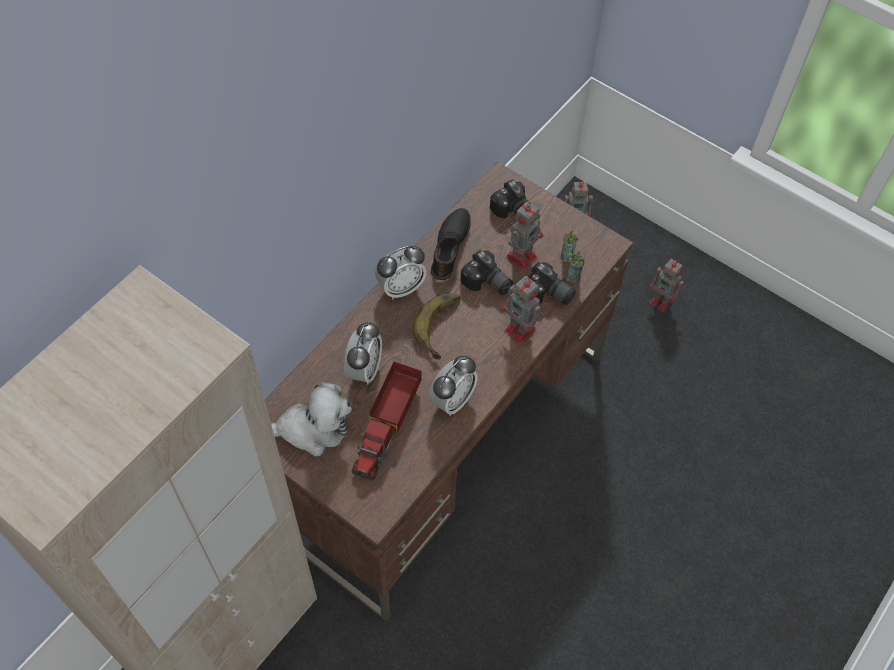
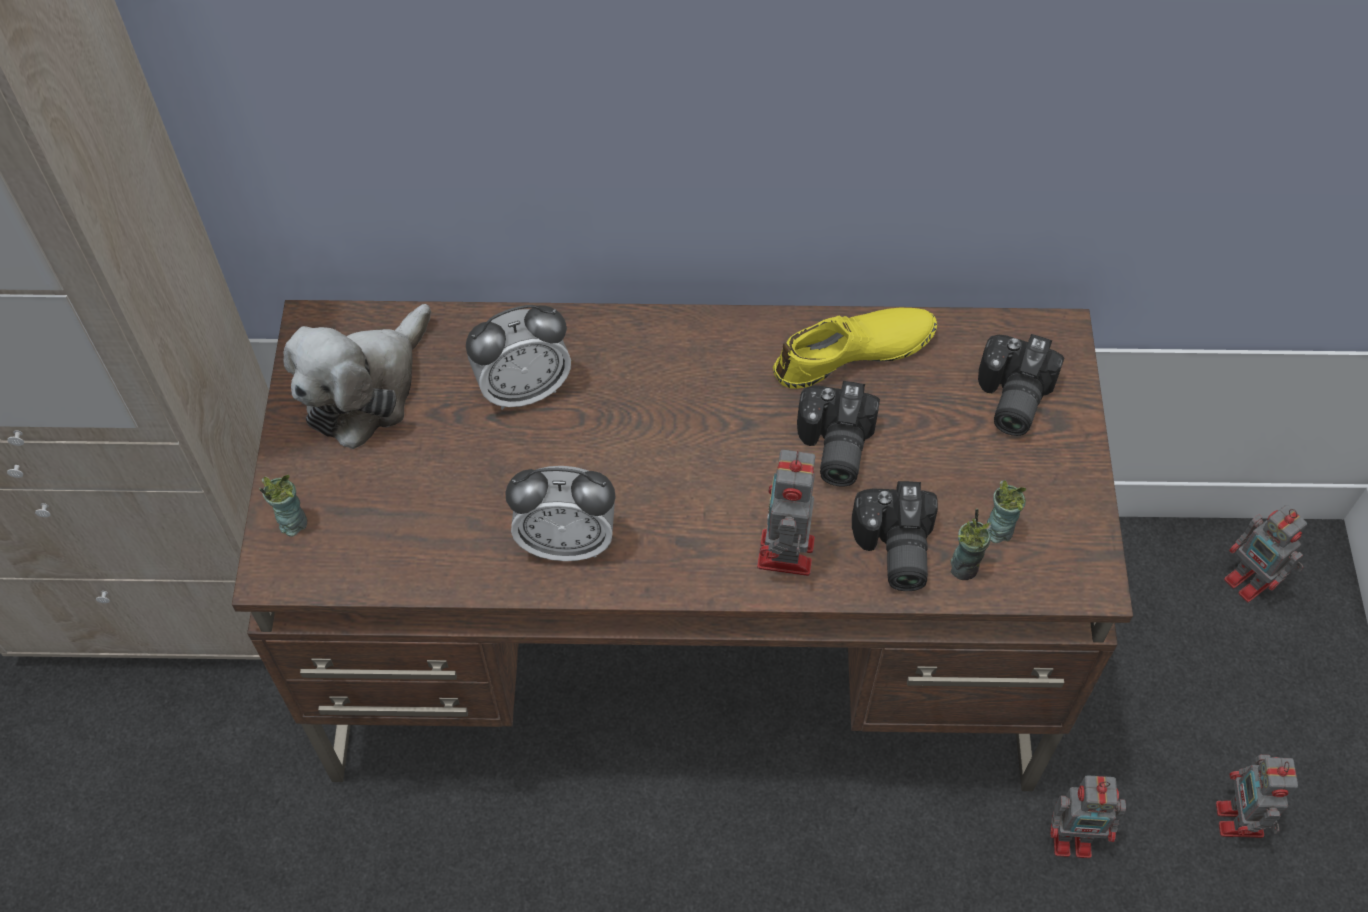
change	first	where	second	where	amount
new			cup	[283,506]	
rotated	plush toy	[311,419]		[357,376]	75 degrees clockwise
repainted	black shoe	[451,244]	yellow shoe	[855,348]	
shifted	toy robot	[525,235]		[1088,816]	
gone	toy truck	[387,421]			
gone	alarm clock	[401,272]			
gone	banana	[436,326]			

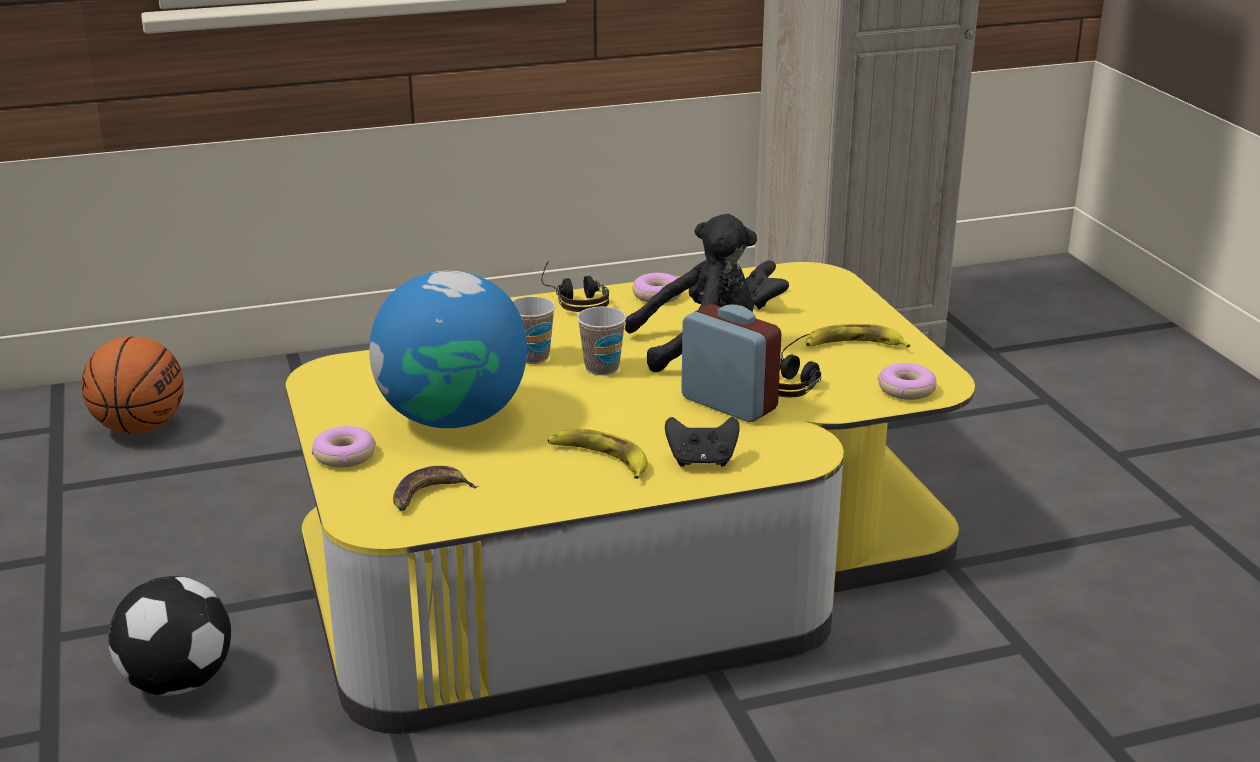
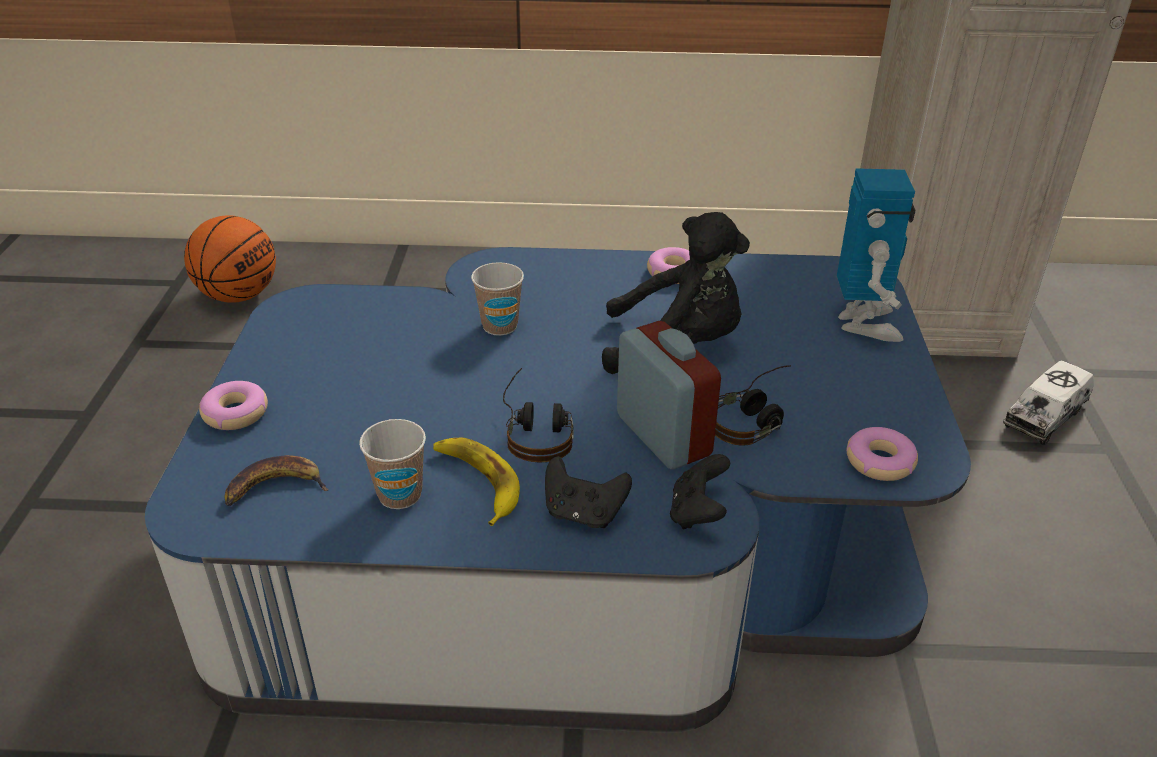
change	first	where	second	where	amount
repainted	yellow coffee table	[630,498]	blue coffee table	[558,490]	
shifted	cup	[601,341]		[392,464]	
shifted	headphones	[575,286]		[538,415]	
shifted	black game controller	[767,285]		[700,491]	
new			toy robot	[876,255]	
new			toy truck	[1048,402]	
gone	football	[169,636]			
gone	globe	[448,349]			
gone	banana	[858,336]			

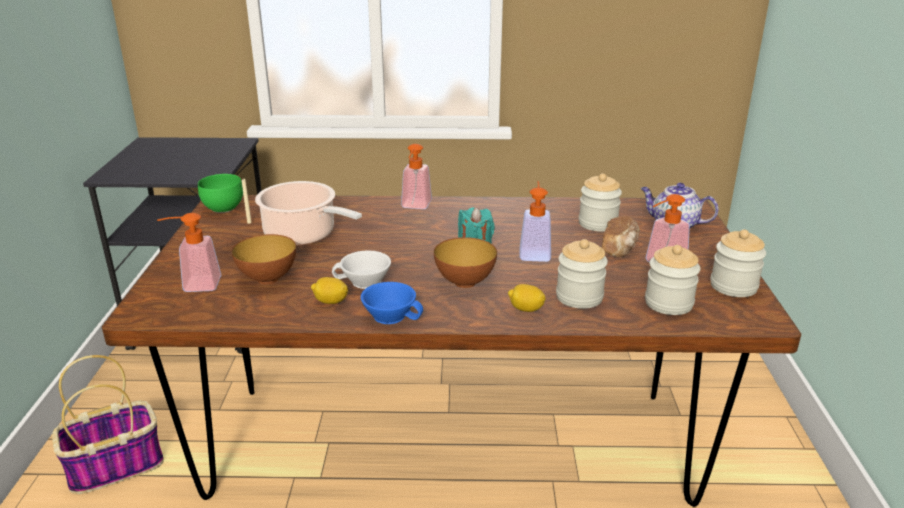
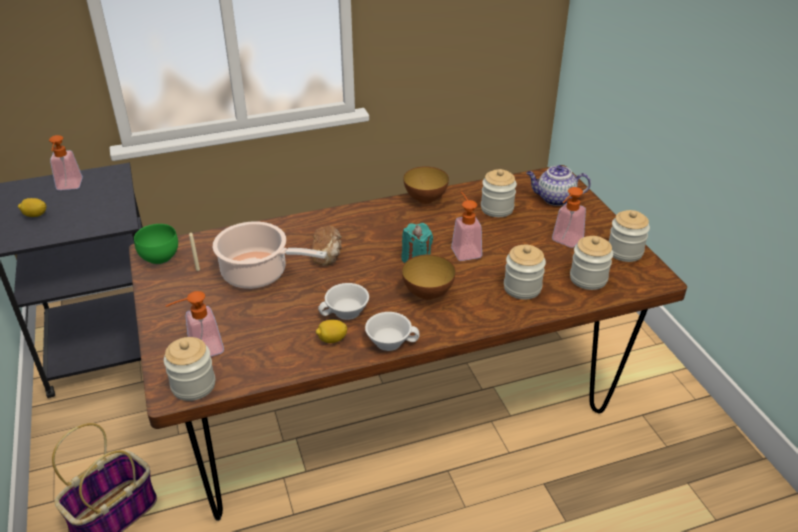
change	first	where	second	where	amount
shifted	lemon	[527,298]		[32,207]	
shifted	soap dispenser	[416,176]		[66,162]	
new			jar	[189,369]	
shifted	bread	[621,236]		[327,246]	
repainted	blue cup	[392,303]	white cup	[392,331]	
shifted	bowl	[264,259]		[426,185]	

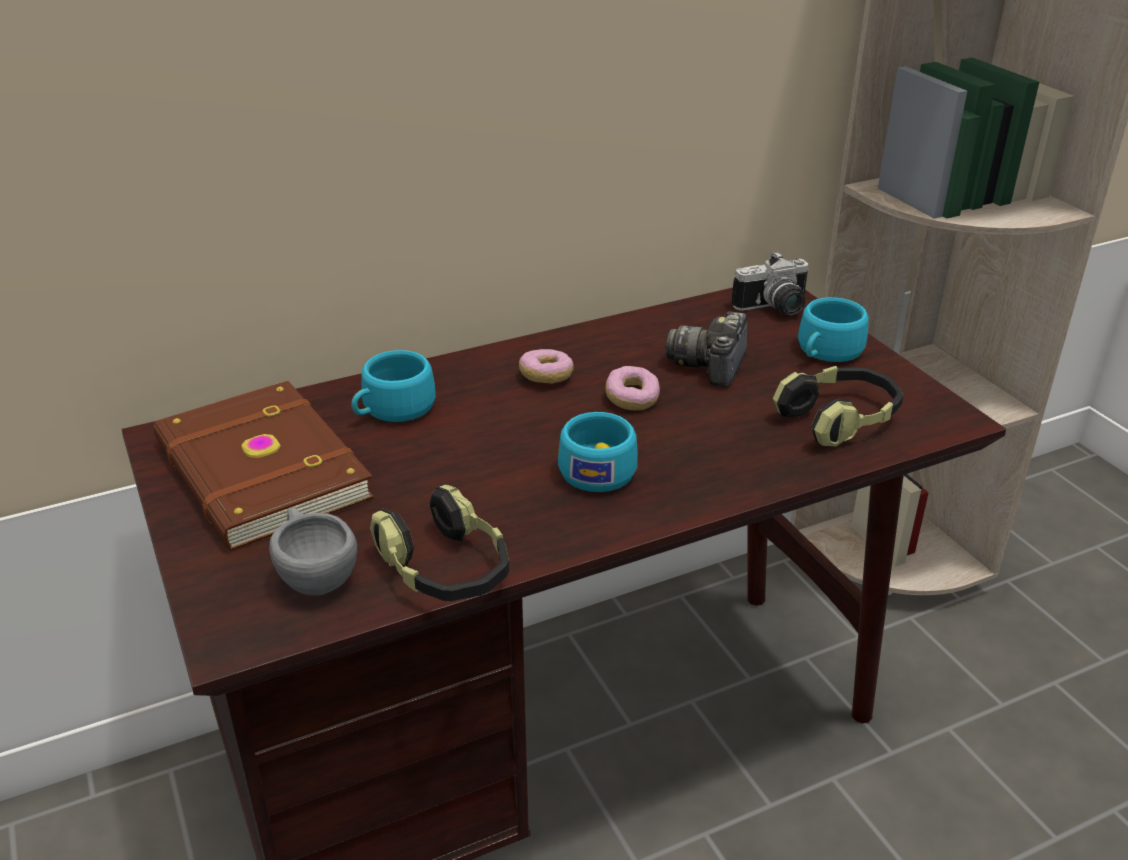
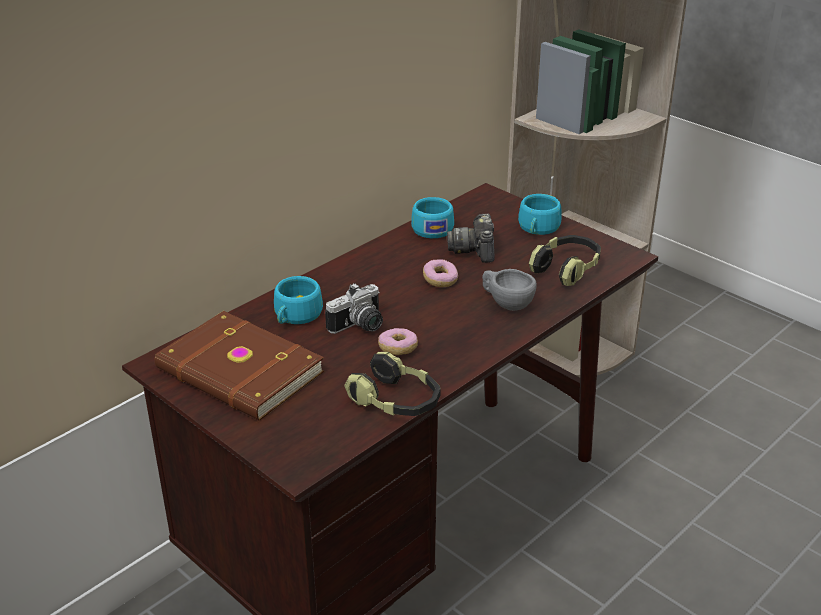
change	first	where	second	where	amount
shifted	photo camera	[770,283]		[354,308]	
shifted	donut	[546,366]		[398,341]	
shifted	turquoise cup	[598,452]		[432,217]	
shifted	grey cup	[313,551]		[509,290]	

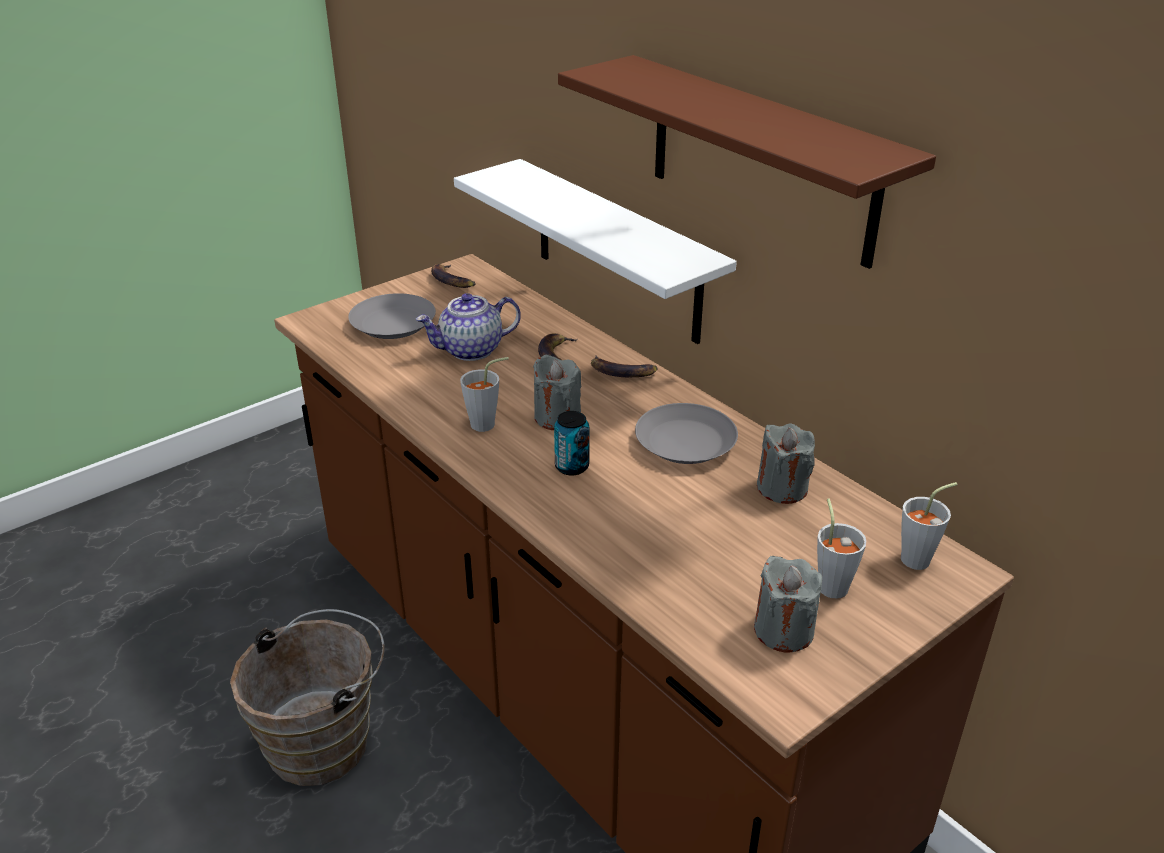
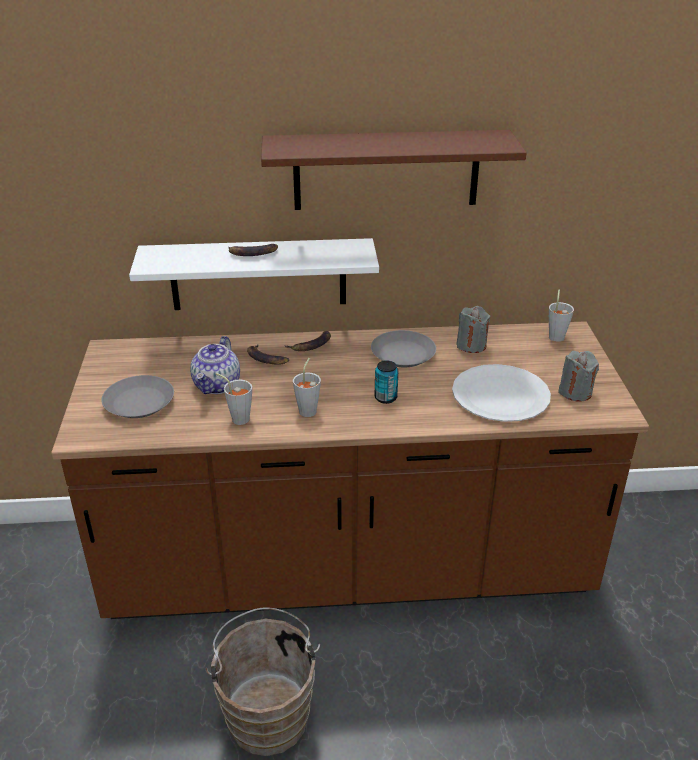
change	first	where	second	where	amount
shifted	grey cup	[842,548]		[234,399]	
shifted	banana	[453,276]		[253,250]	
new			white plate	[501,393]	
gone	grey candle	[557,392]			

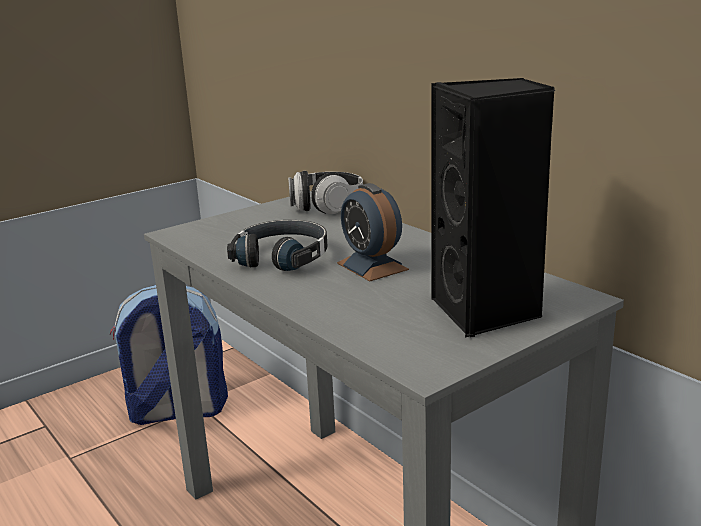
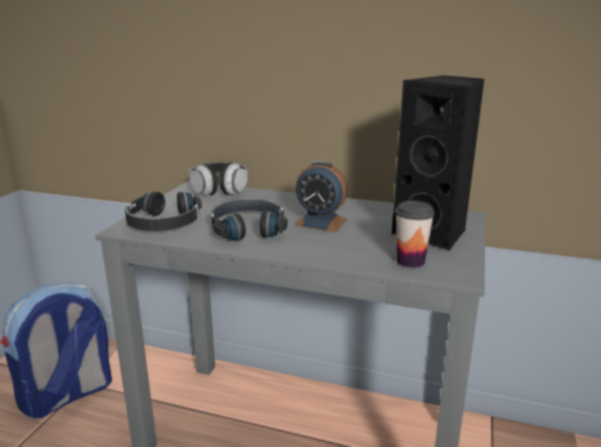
change	first	where	second	where	amount
new			black headphones	[163,211]	
new			cup	[415,234]	

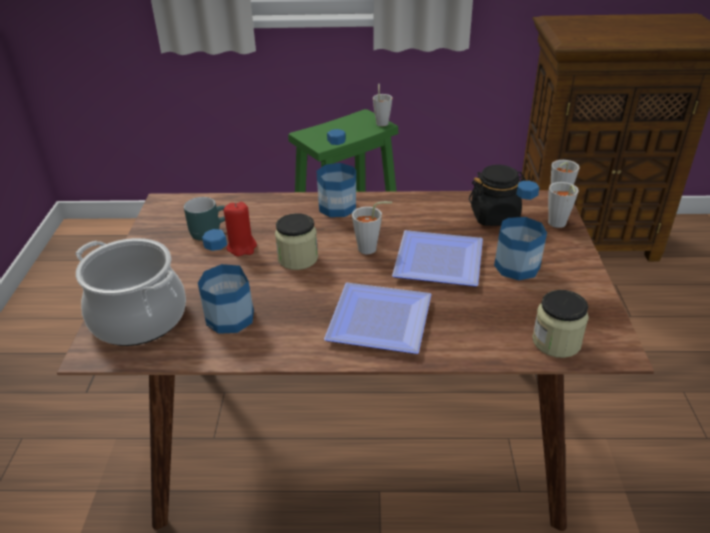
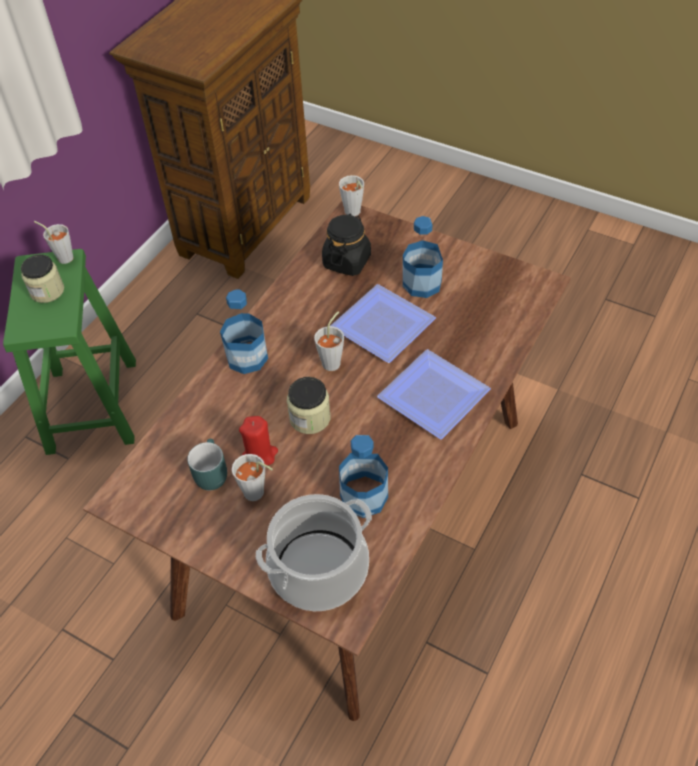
change	first	where	second	where	amount
shifted	jar	[560,324]		[42,278]	
shifted	grey cup	[563,205]		[252,477]	

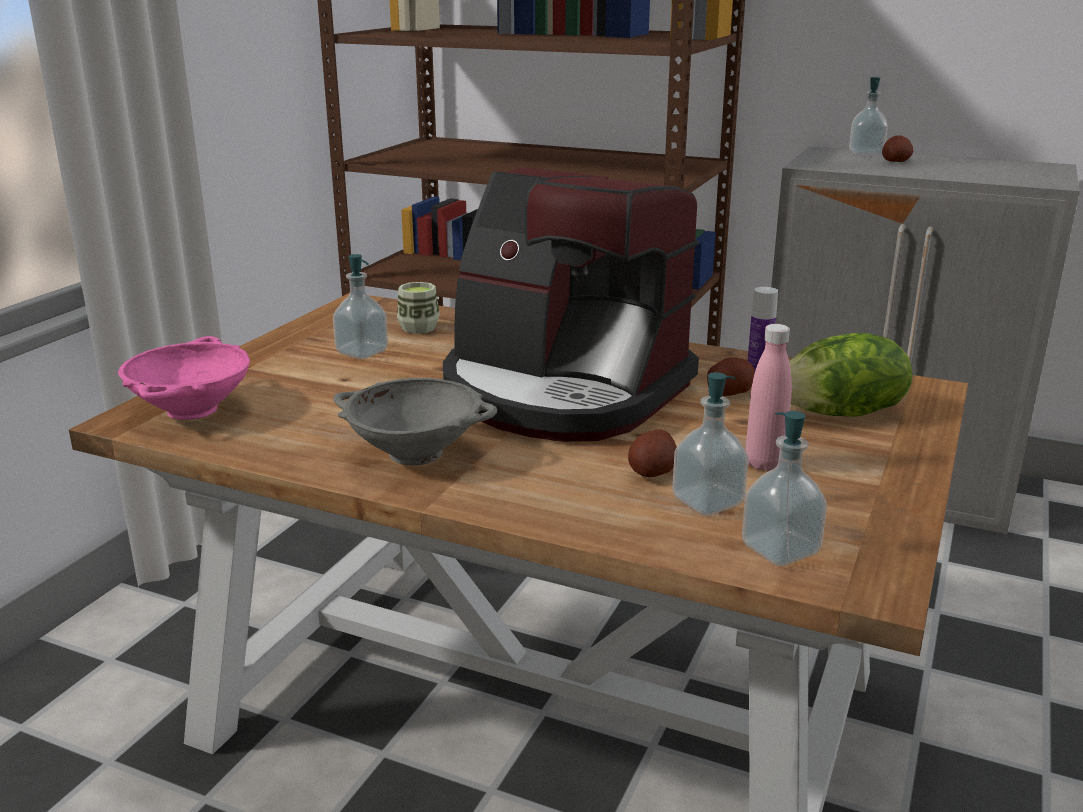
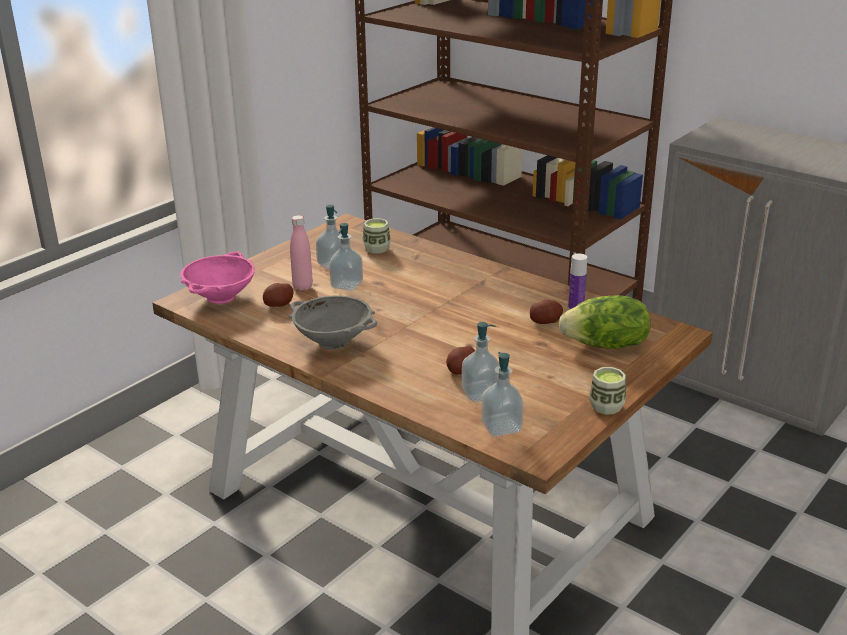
change	first	where	second	where	amount
shifted	potato	[897,148]		[278,295]	
shifted	pink bottle	[768,397]		[301,253]	
shifted	soap dispenser	[868,116]		[346,257]	
new			cup	[607,391]	
gone	coffee machine	[571,304]			

